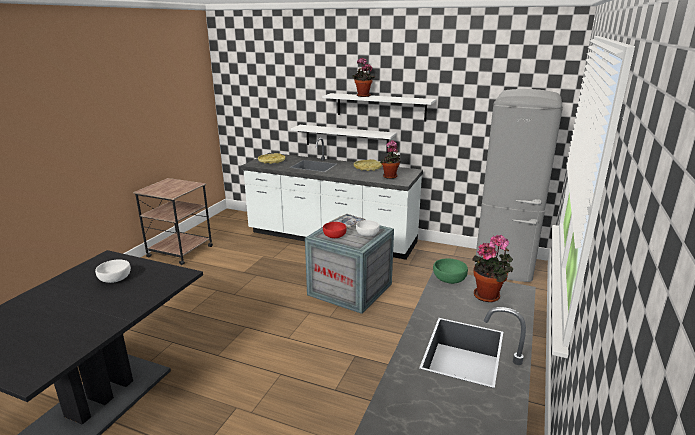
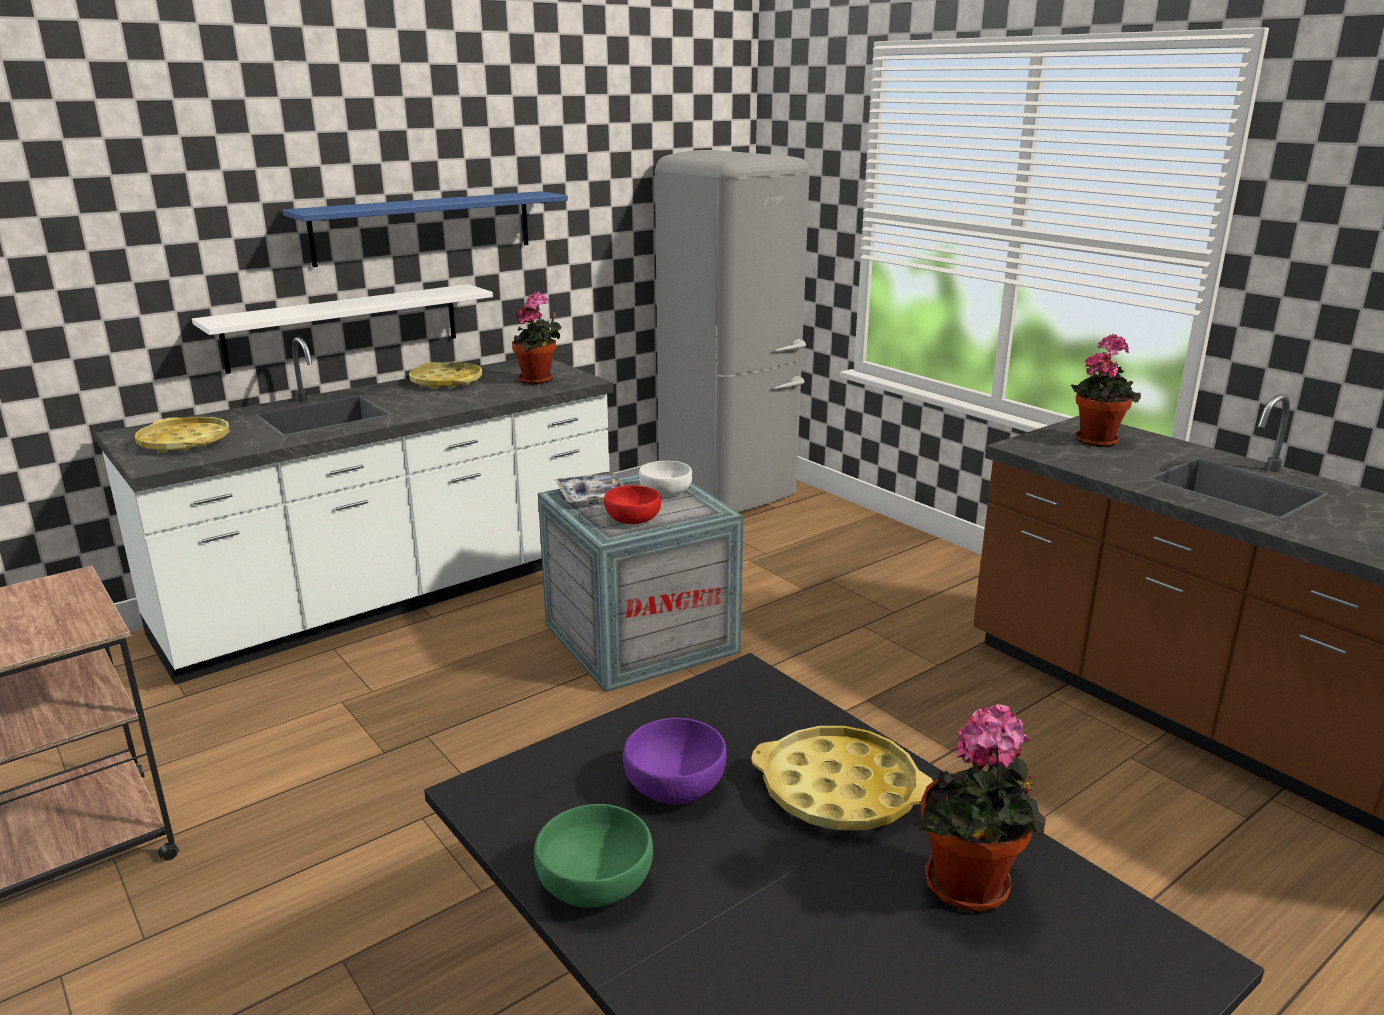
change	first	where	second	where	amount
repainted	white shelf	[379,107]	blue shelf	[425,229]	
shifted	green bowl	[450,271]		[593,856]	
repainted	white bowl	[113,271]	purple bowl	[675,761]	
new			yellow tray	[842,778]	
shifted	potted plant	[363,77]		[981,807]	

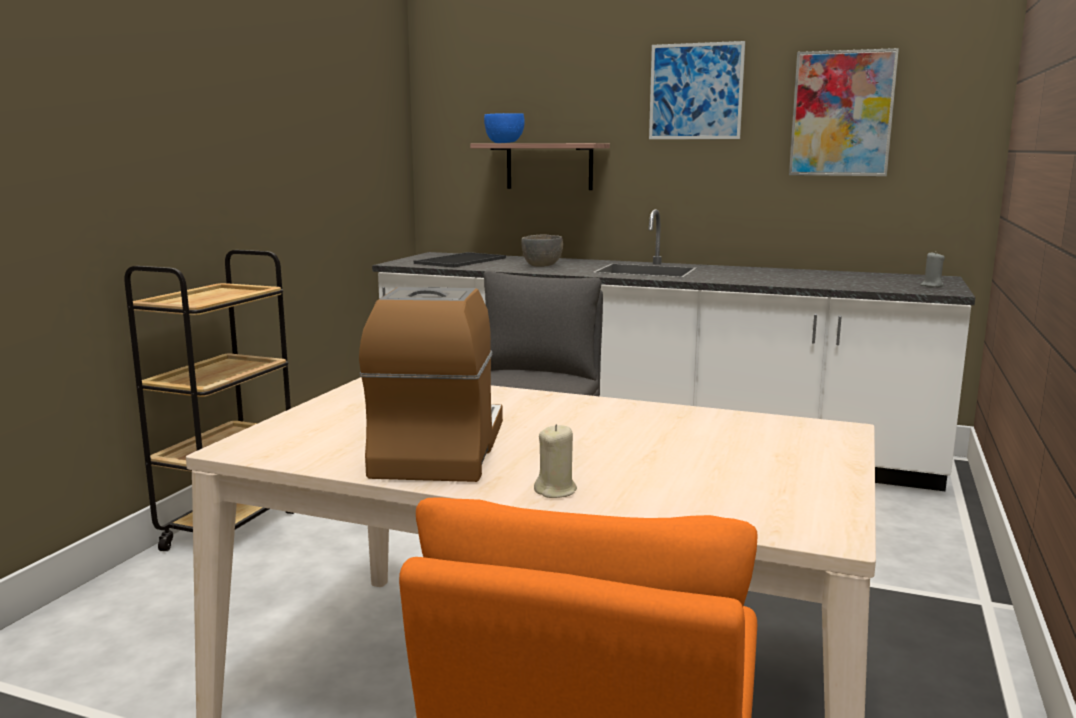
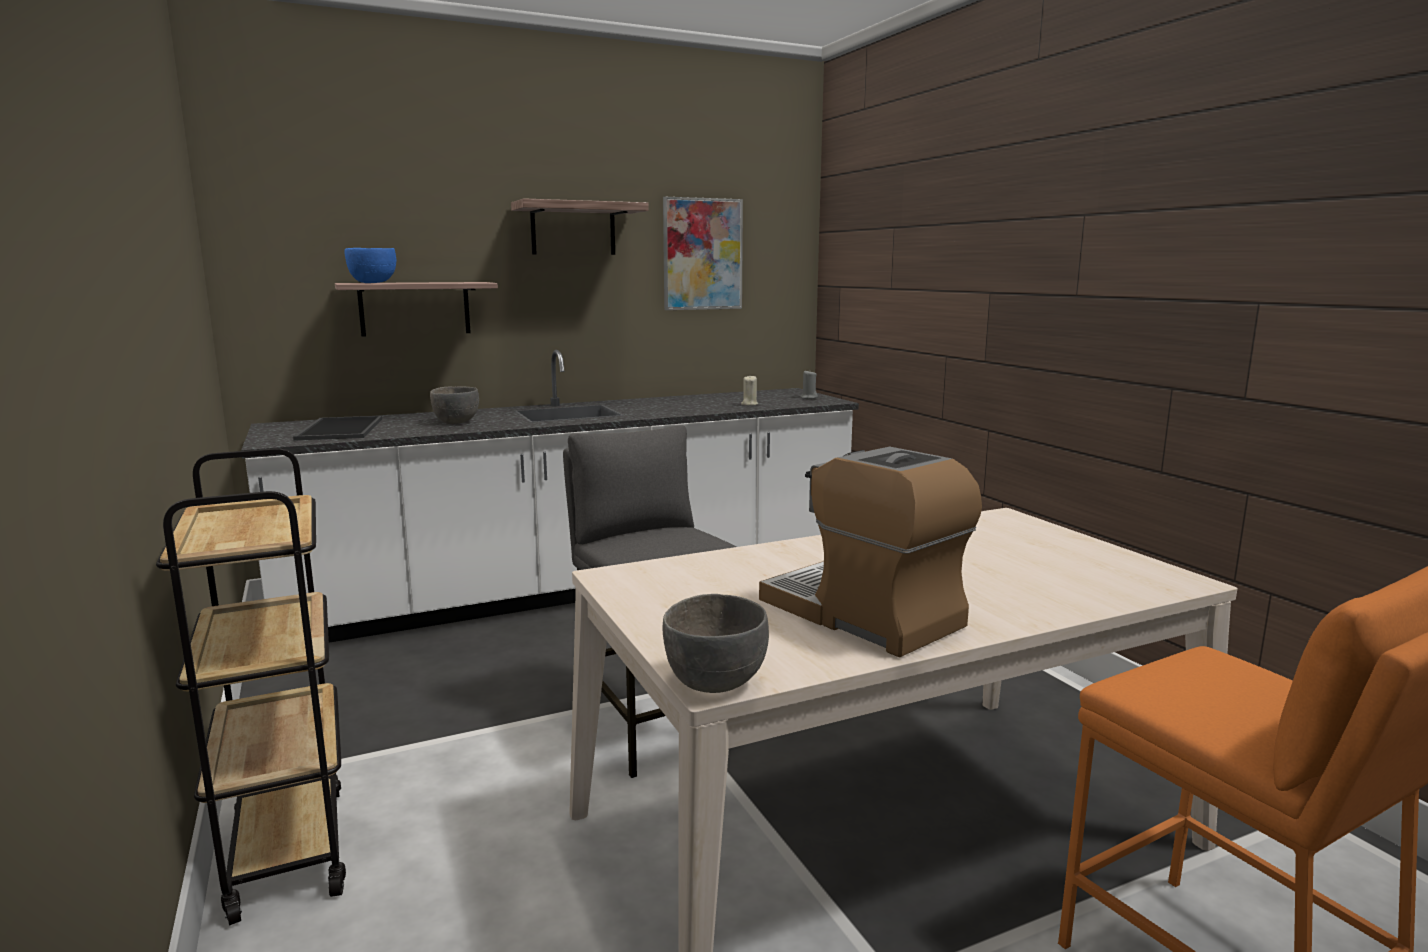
change	first	where	second	where	amount
swapped	picture	[697,90]	shelf	[580,226]	
new			grey bowl	[715,643]	
shifted	beige candle	[555,461]		[749,390]	

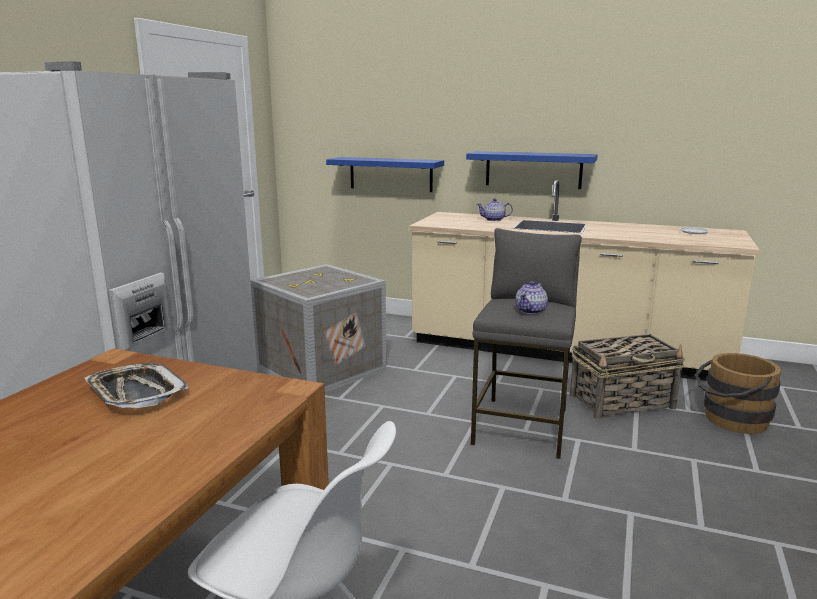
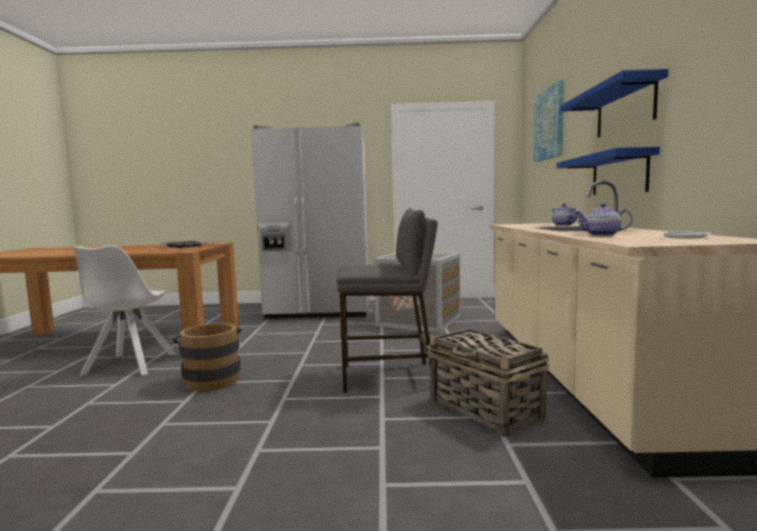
change	first	where	second	where	amount
shifted	brown bucket	[738,393]		[207,357]	
new			picture	[549,120]	
shifted	blue shelf	[385,174]		[614,103]	
shifted	teapot	[532,297]		[603,219]	

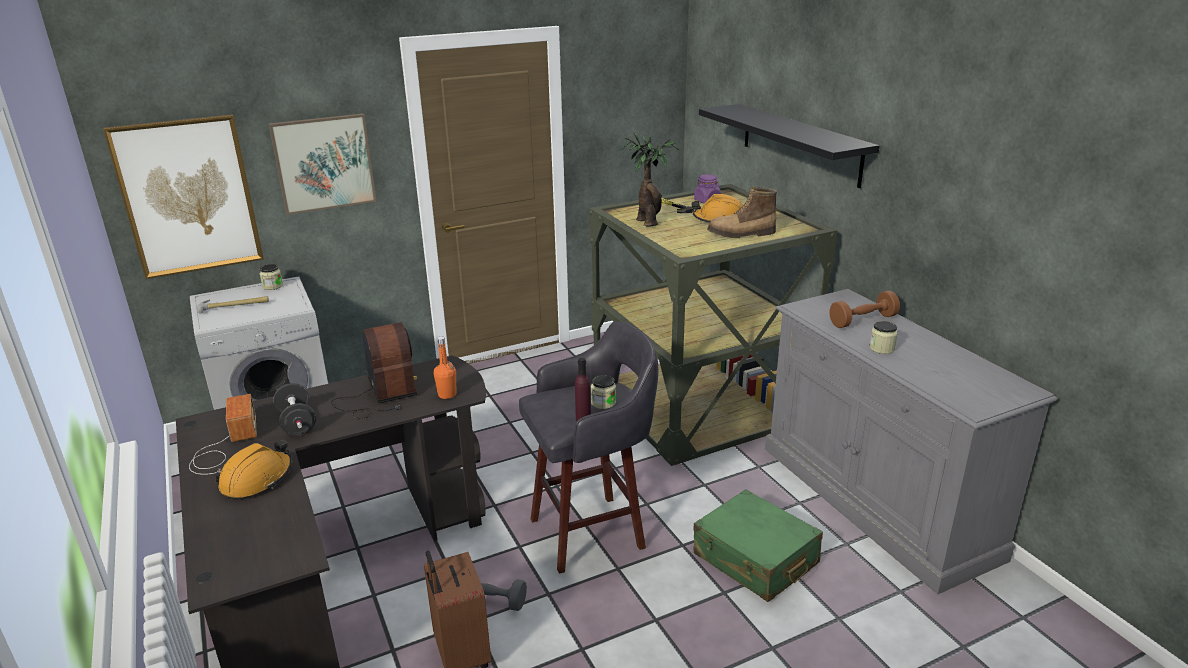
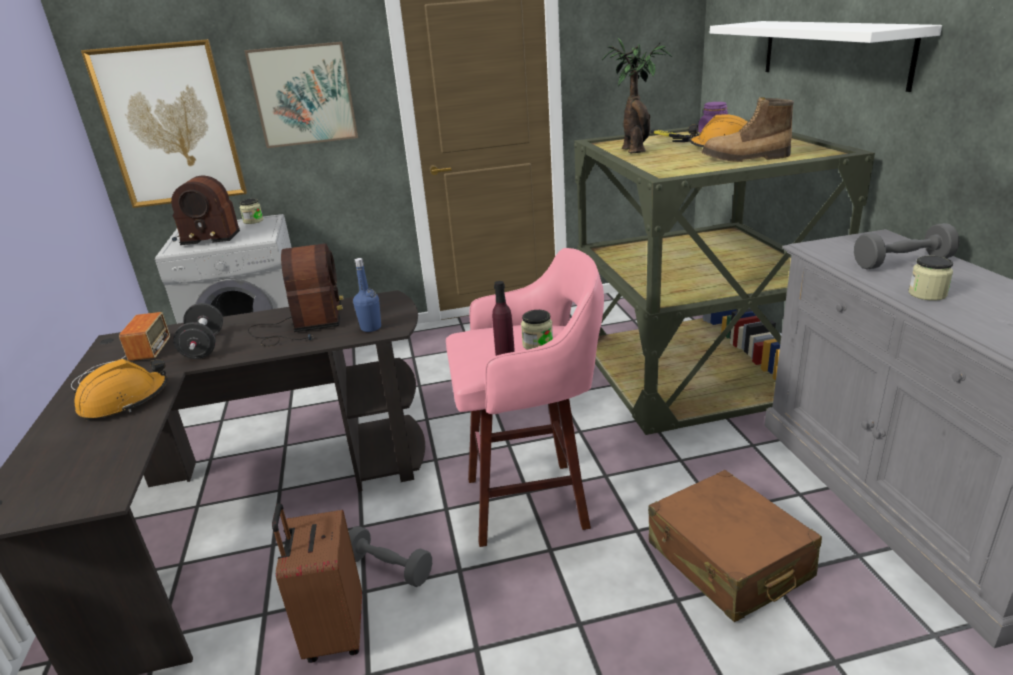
change	first	where	second	where	amount
swapped	hammer	[233,305]	radio	[205,210]	
repainted	orange bottle	[445,368]	blue bottle	[367,295]	
repainted	grey stool	[588,447]	pink stool	[525,397]	
repainted	green suitcase	[758,545]	brown suitcase	[735,546]	
repainted	black shelf	[789,146]	white shelf	[826,56]	
repainted	brown dumbbell	[864,309]	grey dumbbell	[906,246]	

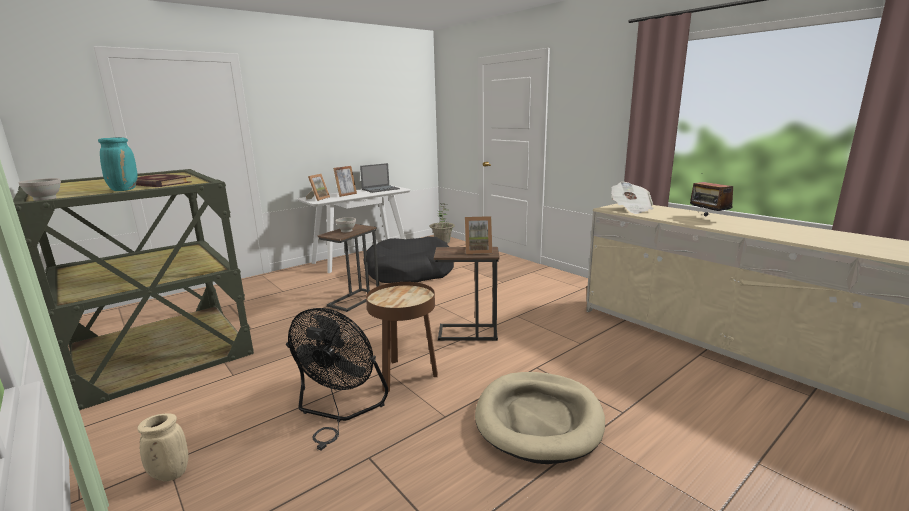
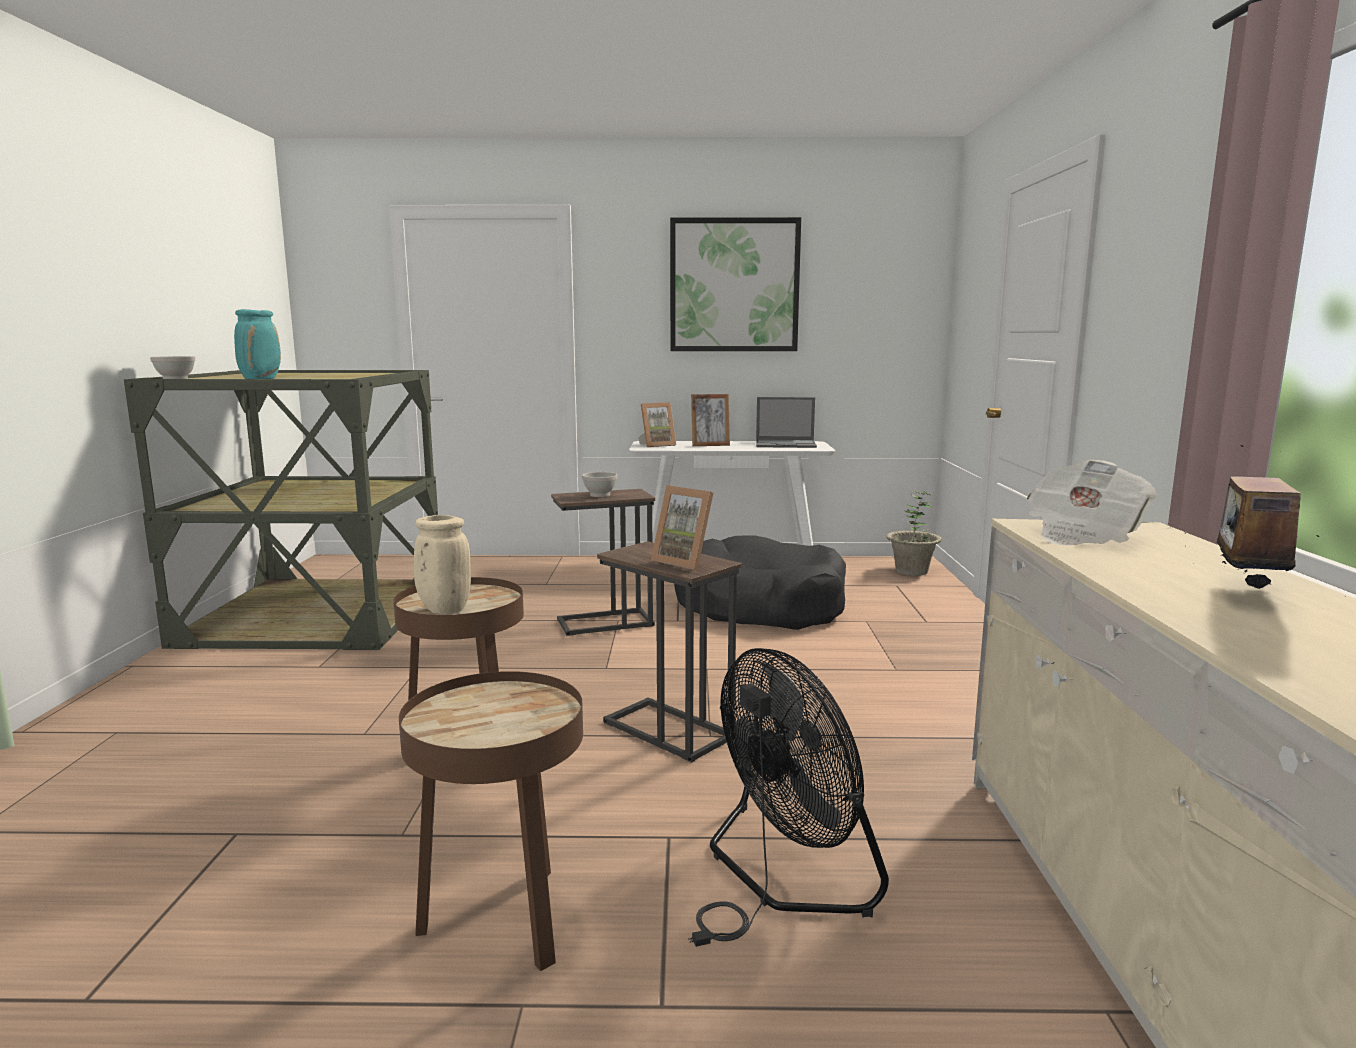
change	first	where	second	where	amount
swapped	beige dog bed	[540,418]	brown side table	[491,821]	
shifted	beige vase	[162,448]		[442,565]	
new			picture	[735,284]	
shifted	black fan	[337,379]		[788,797]	
gone	book	[163,180]			

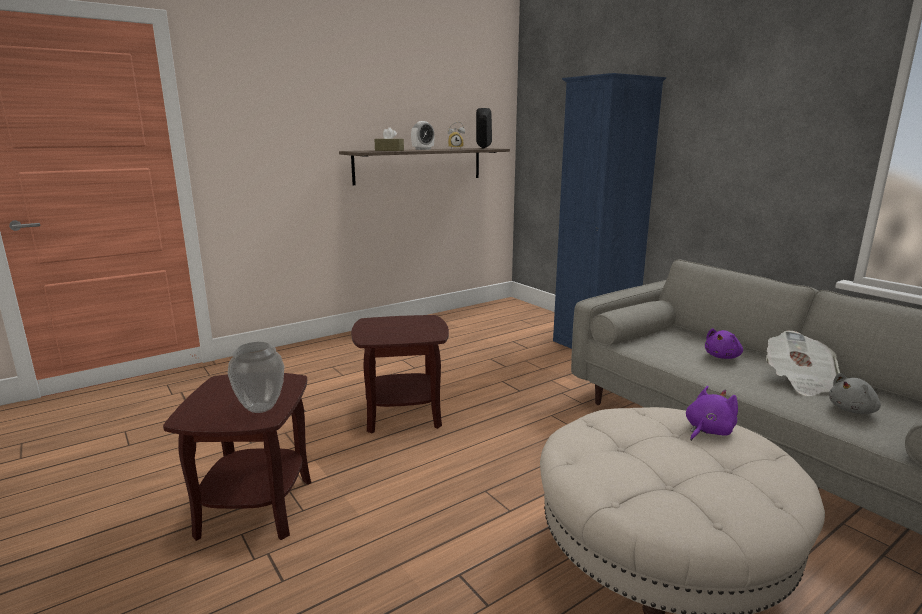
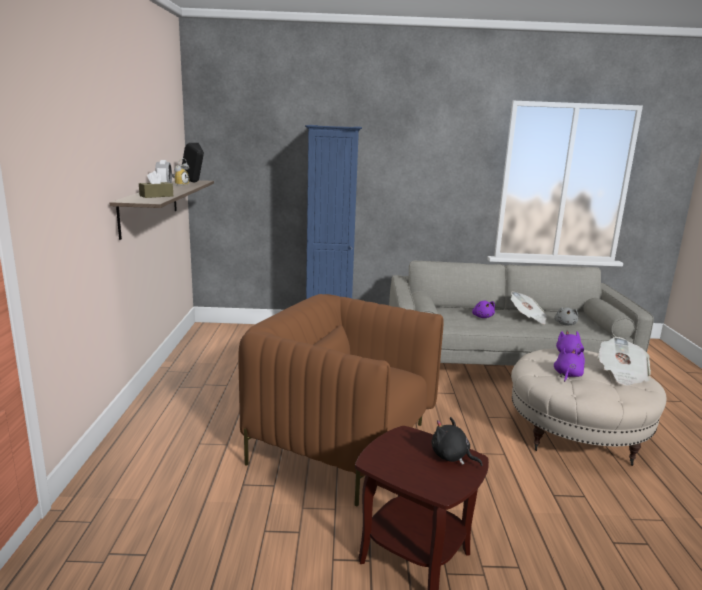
change	first	where	second	where	amount
swapped	brown side table	[400,374]	brown armchair	[341,400]	
swapped	vase	[256,377]	black plush toy	[457,441]	
new			purple plush toy	[569,365]	
new			newspaper	[624,361]	

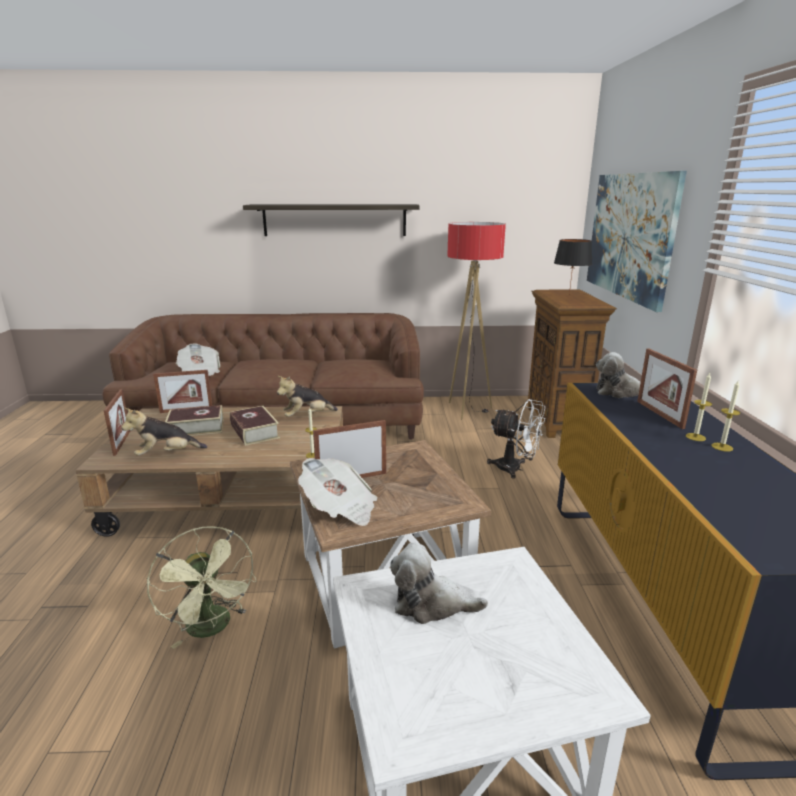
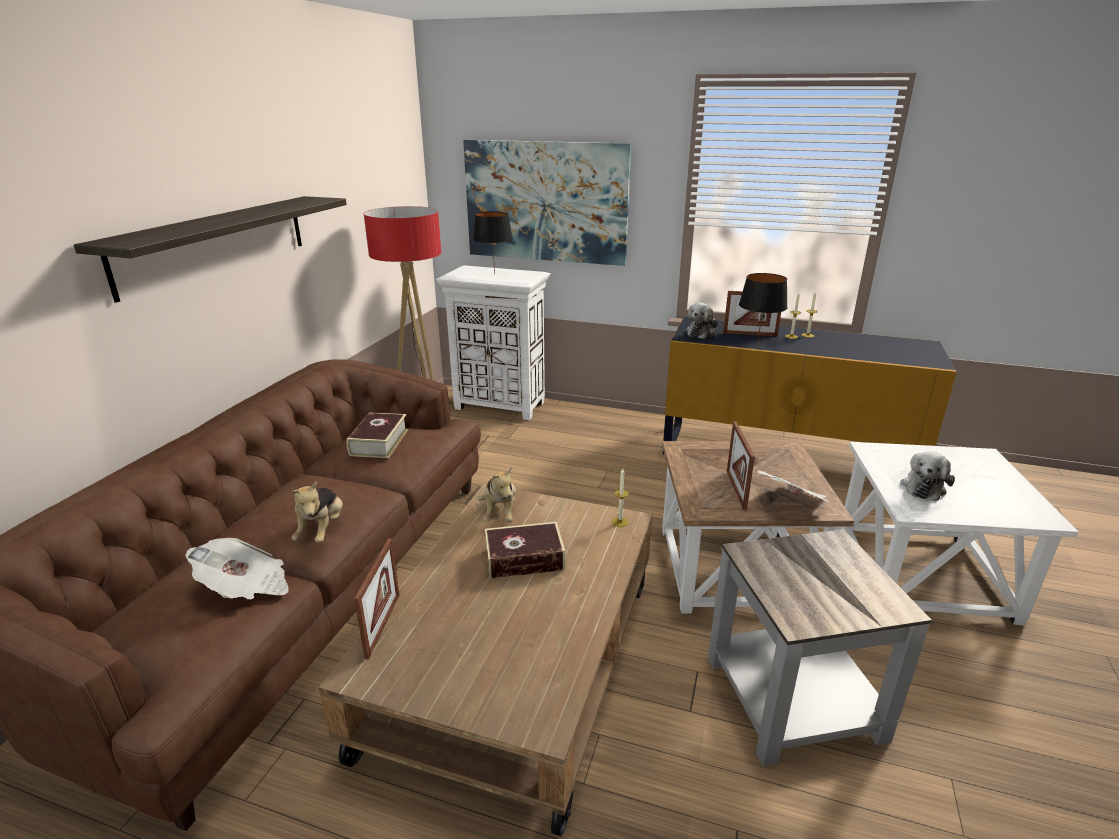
change	first	where	second	where	amount
shifted	plush toy	[164,432]		[317,512]	
shifted	book	[194,420]		[377,435]	
repainted	brown cabinet	[572,363]	white cabinet	[493,342]	
swapped	green fan	[201,587]	grey side table	[820,648]	
new			black table lamp	[763,309]	
gone	picture frame	[117,422]			
gone	white fan	[516,439]			

